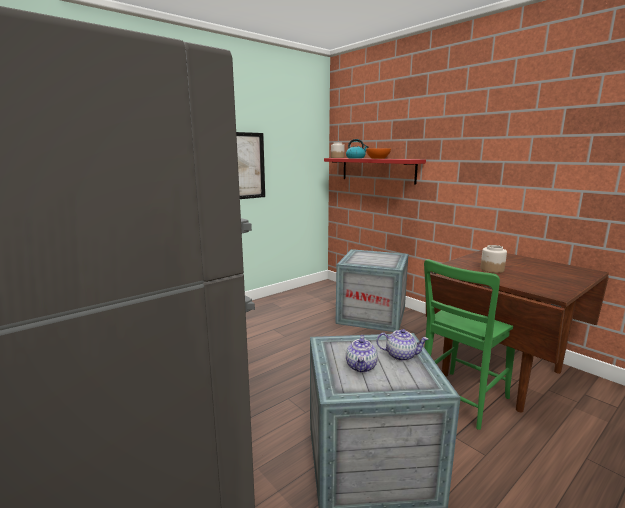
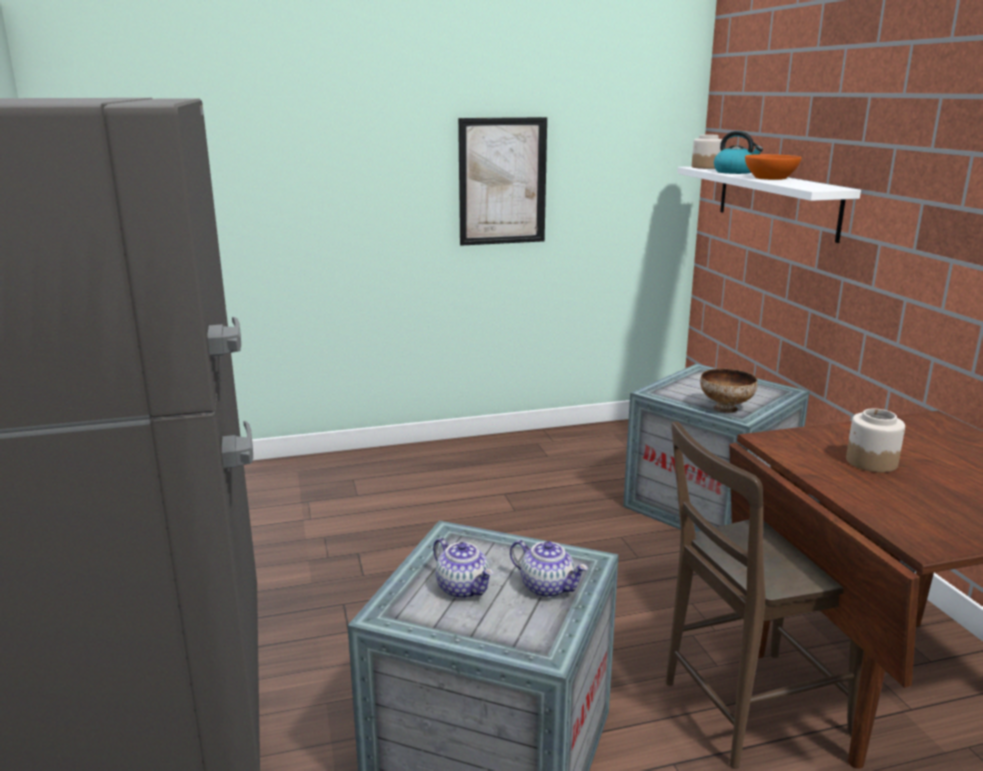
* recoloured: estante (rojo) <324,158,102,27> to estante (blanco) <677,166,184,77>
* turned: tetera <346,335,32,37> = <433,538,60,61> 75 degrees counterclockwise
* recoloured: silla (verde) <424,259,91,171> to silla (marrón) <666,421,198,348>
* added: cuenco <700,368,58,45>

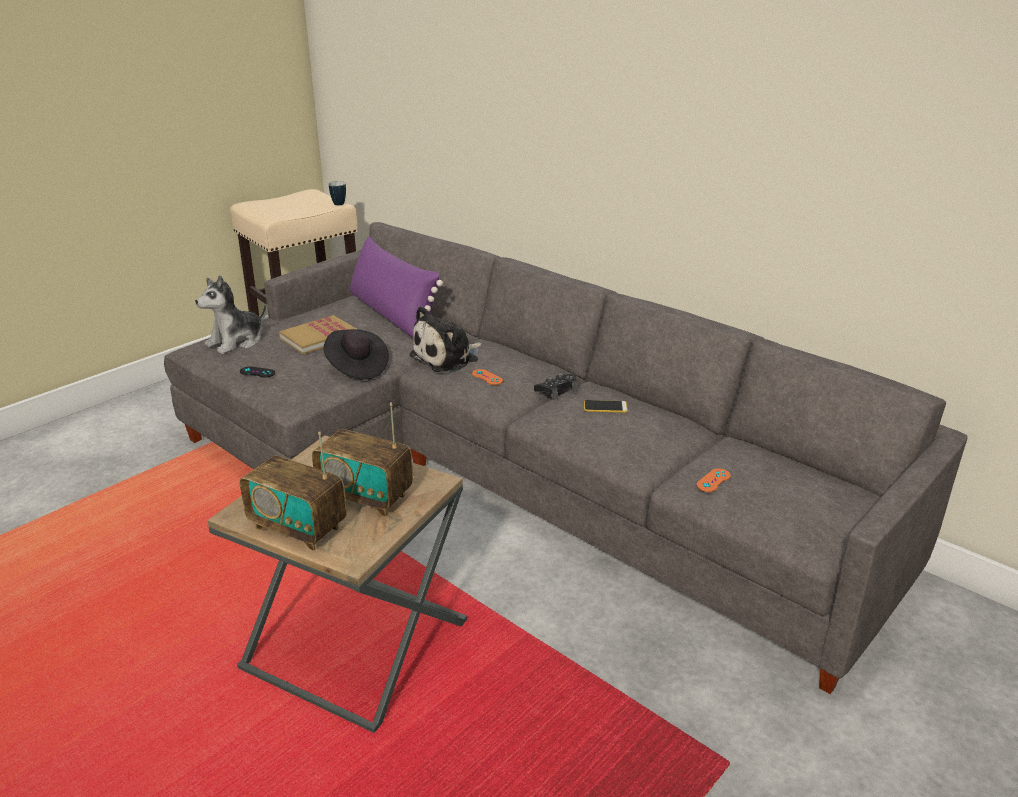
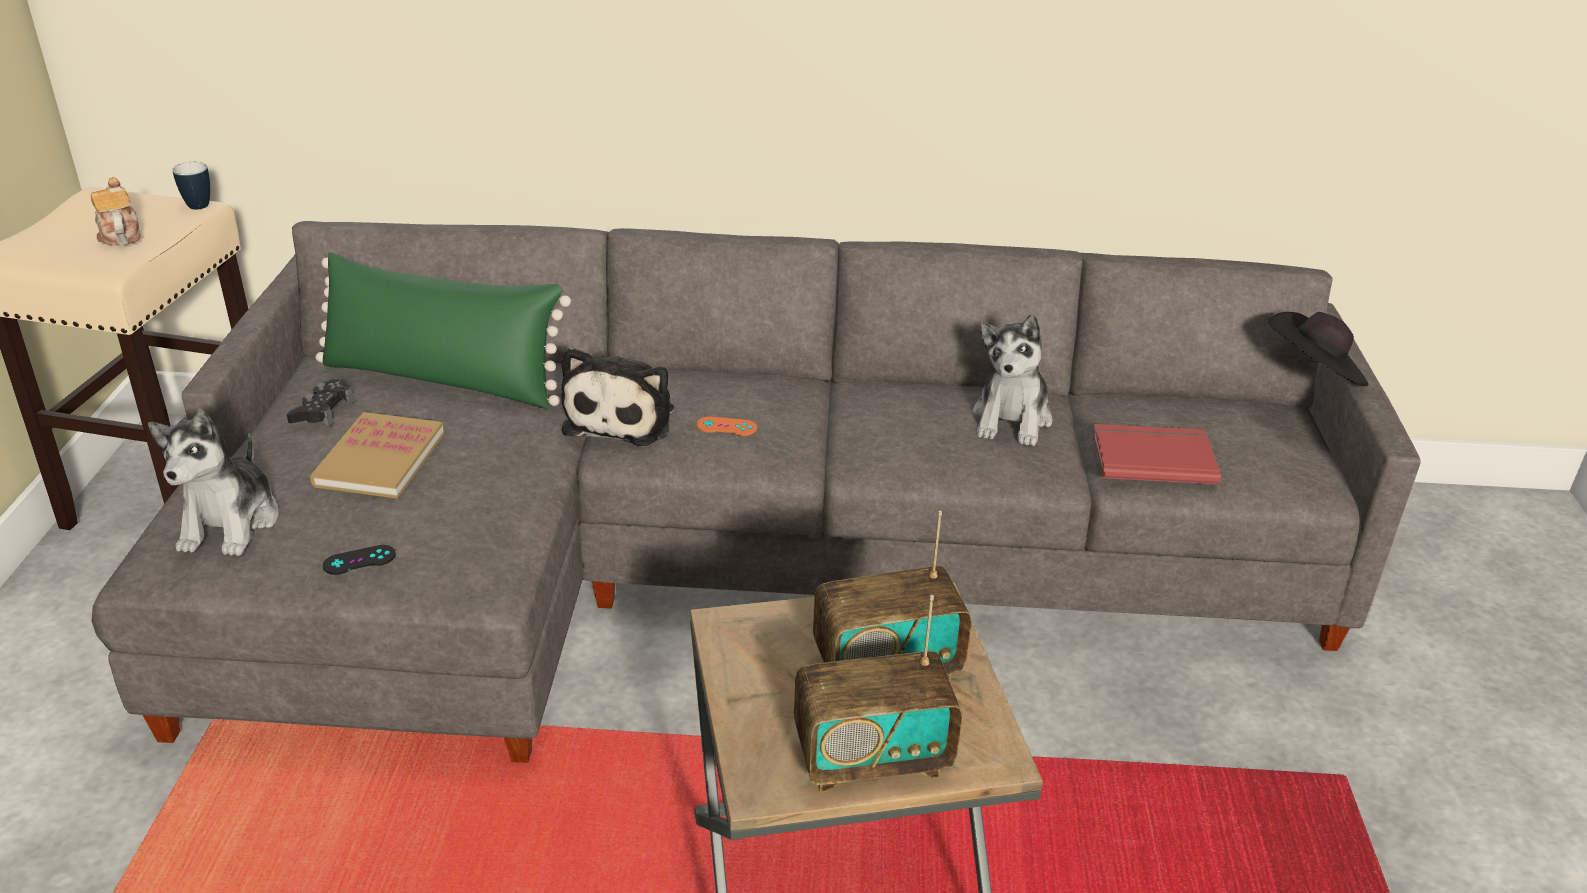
* moved: sombrero (negro) <324,329,65,51> to <1267,312,101,74>
* recoloured: cojín (morado) <350,236,93,102> to cojín (verde) <315,252,256,157>
* moved: mando de consola (negro) <534,373,44,27> to <287,379,67,48>
* removed: móvil <584,400,44,13>
* replaced: mando de consola (naranja) <696,469,35,23> to libro (rojo) <1092,424,129,60>
* added: tetera <91,177,50,69>
* added: peluche <972,314,80,133>

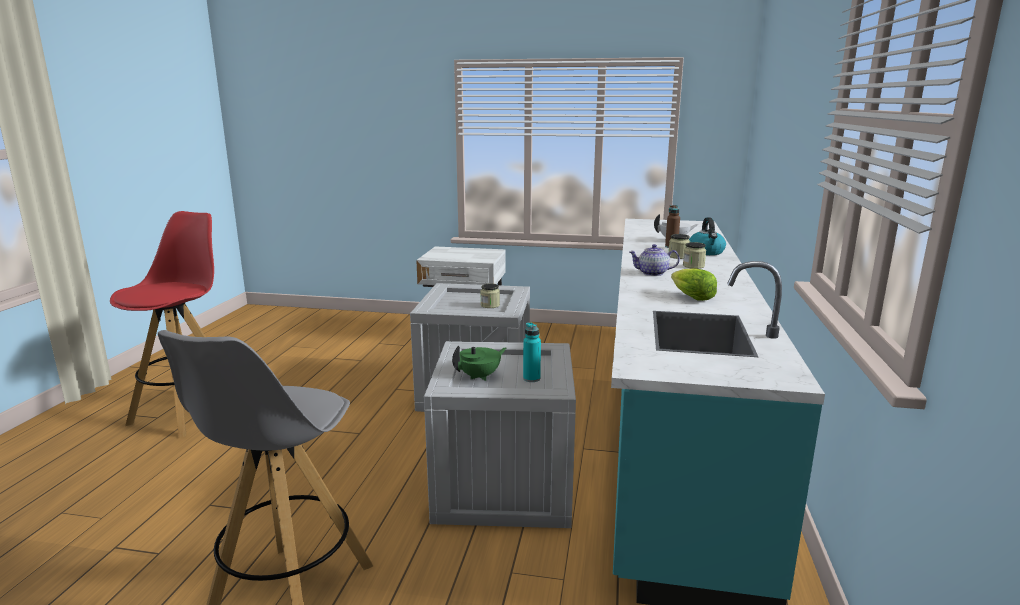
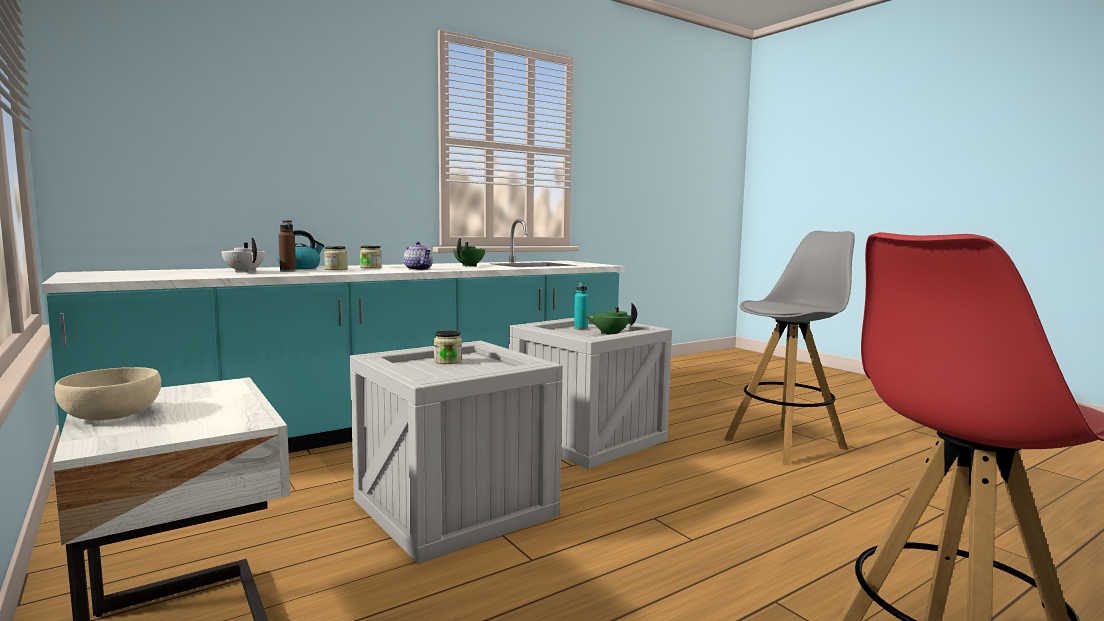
* replaced: lechuga <671,268,46,33> to tetera (verde) <453,238,32,29>
* added: cuenco (beis) <55,367,106,53>

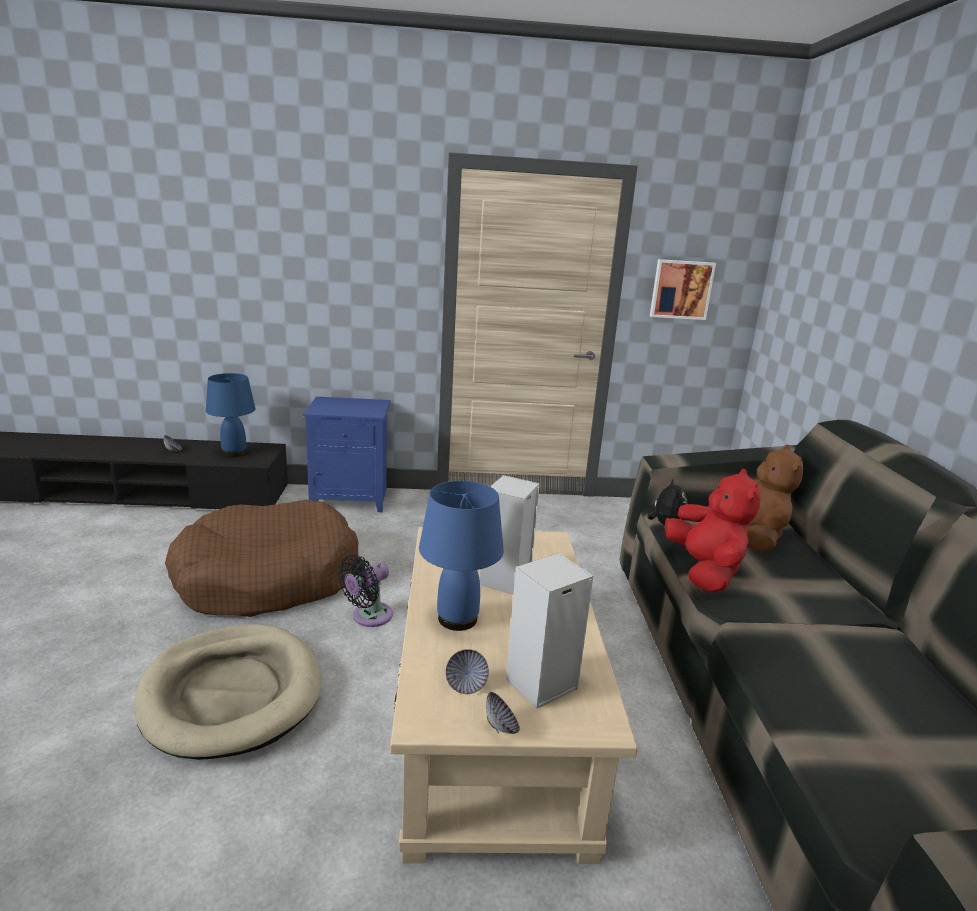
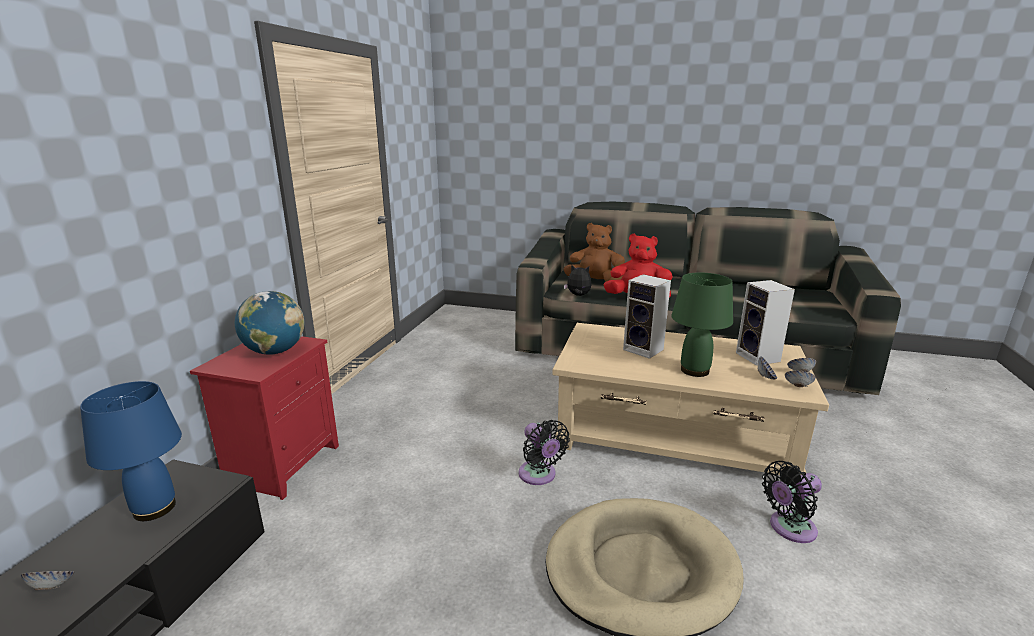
* removed: cama para perro (marrón) <165,500,194,117>
* recoloured: mesita de noche (azul) <303,397,88,115> to mesita de noche (rojo) <190,336,149,164>
* recoloured: lámpara de mesa (azul) <419,481,85,150> to lámpara de mesa (verde) <671,272,62,105>
* removed: cuadro <650,259,66,61>
* added: globo terráqueo <235,291,69,64>
* added: ventilador (negro) <762,461,60,82>
* added: cuenco <785,371,31,16>

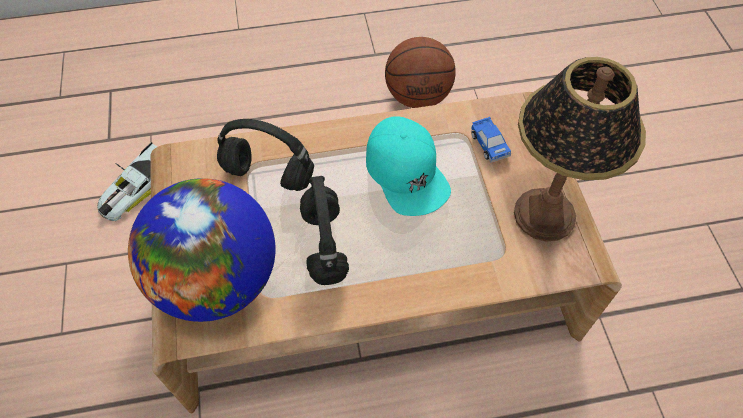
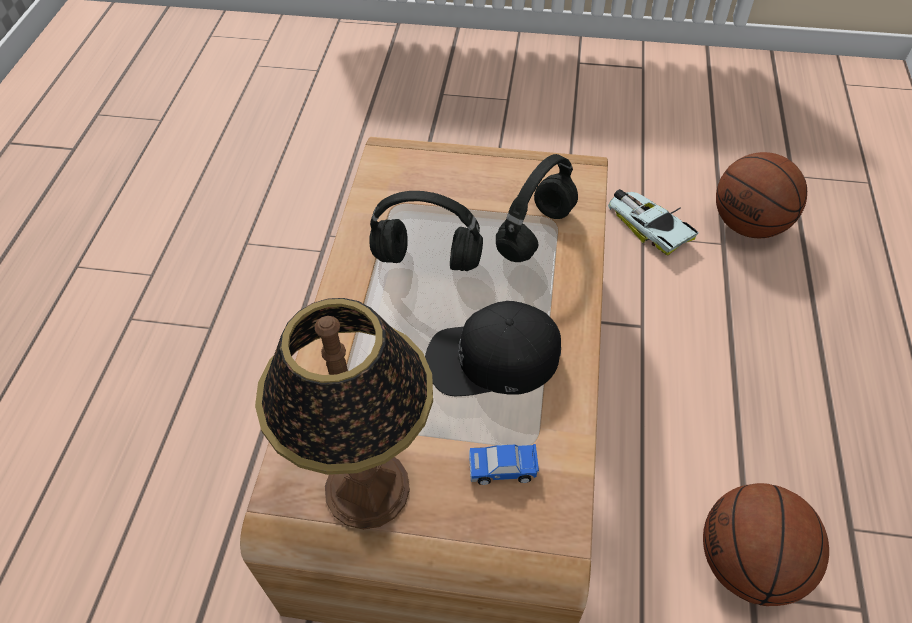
* removed: globo terráqueo <128,178,147,144>
* recoloured: gorra (turquesa) <366,116,85,100> to gorra (negro) <425,301,136,95>
* added: balón de baloncesto <716,152,91,86>

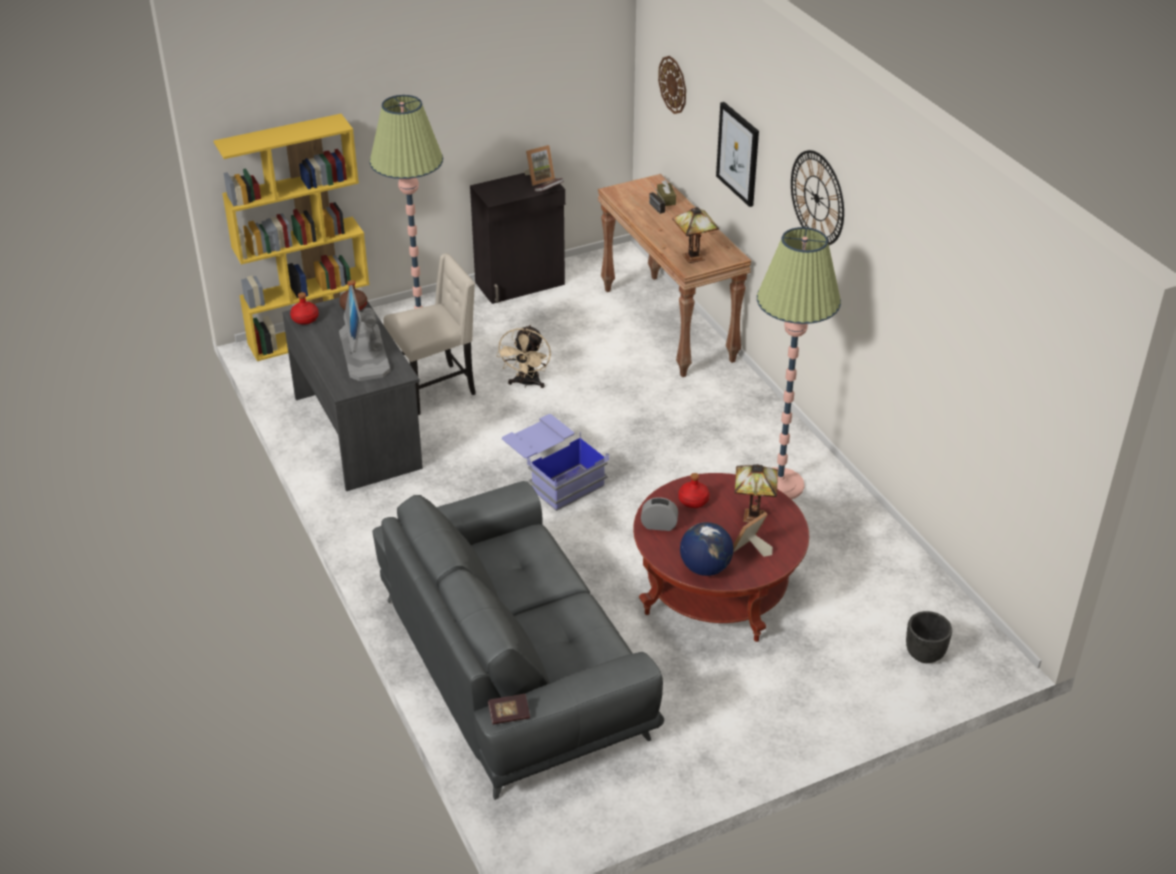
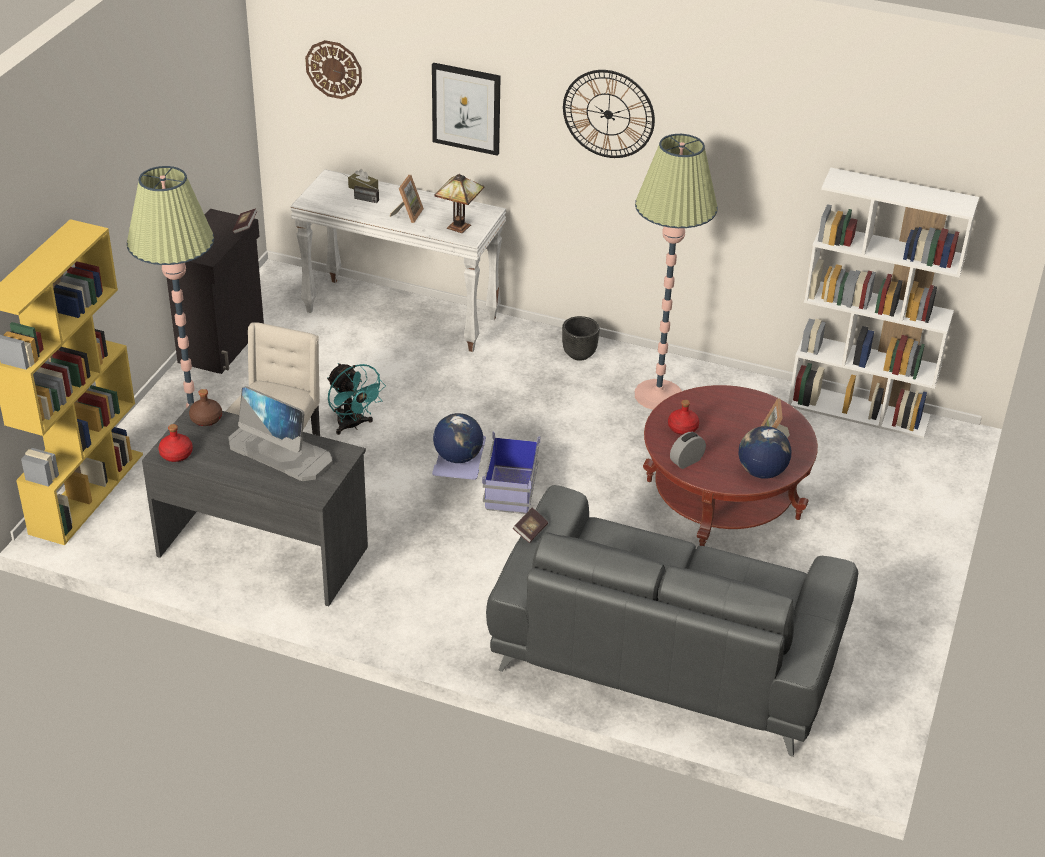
* moved: libro <488,694,42,31> to <513,508,35,35>
* recoloured: ventilador (beis) <497,325,54,63> to ventilador (turquesa) <327,363,59,72>
* moved: portarretratos <524,145,31,41> to <389,175,35,48>
* recoloured: mesa consola (marrón) <598,174,154,203> to mesa consola (blanco) <290,169,216,183>
* removed: lámpara de mesa <735,464,43,60>
* moved: maceta (negro) <906,611,46,52> to <562,316,38,45>
* added: globo terráqueo <433,413,50,50>
* added: estantería (blanco) <788,168,191,271>

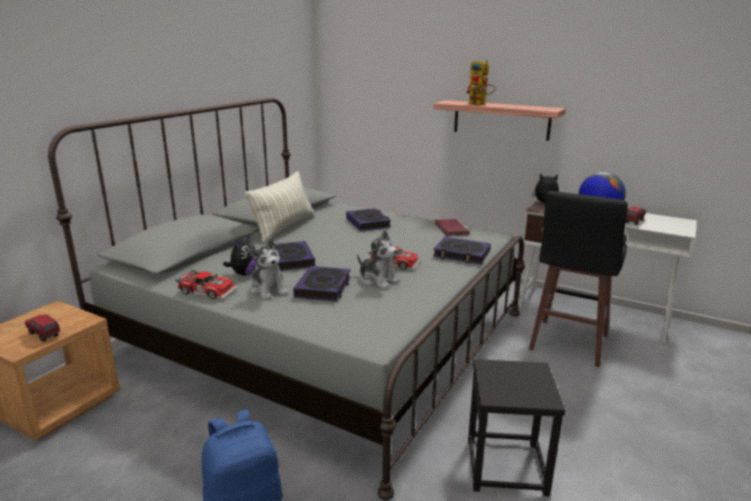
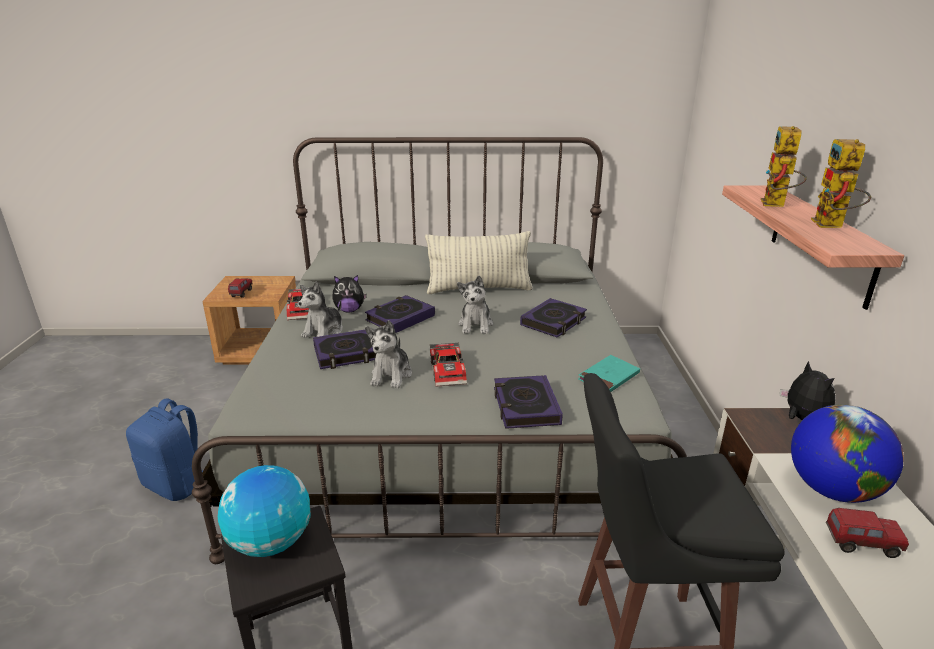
* recoloured: libro (rojo) <435,219,34,17> to libro (turquesa) <578,355,62,37>
* added: globo terráqueo <218,465,93,92>
* added: peluche <457,275,36,59>
* added: robot de juguete <811,139,60,89>

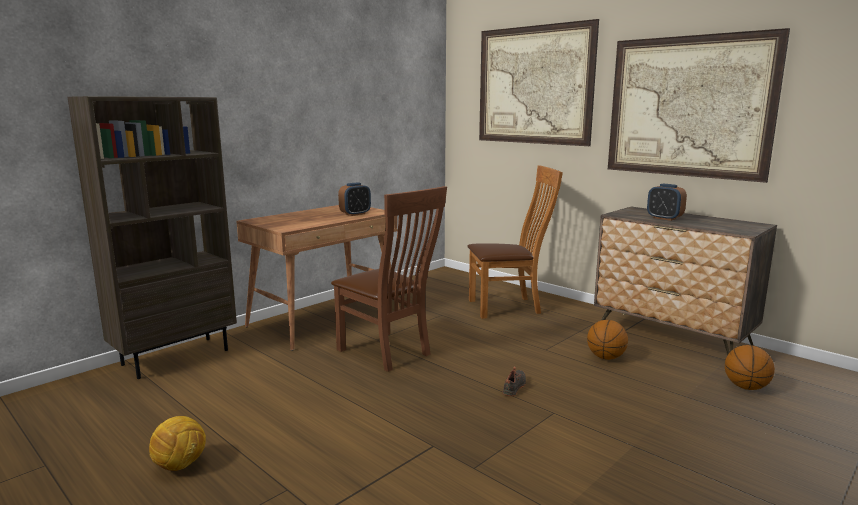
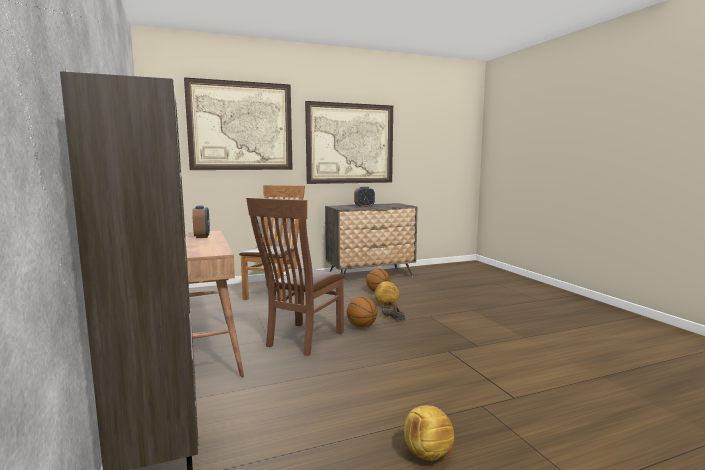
* turned: silla (marrón) <331,186,116,186> = <246,197,99,159> 135 degrees clockwise
* moved: balón de baloncesto <725,345,50,45> to <347,297,30,31>
* added: balón de fútbol <375,281,24,25>

